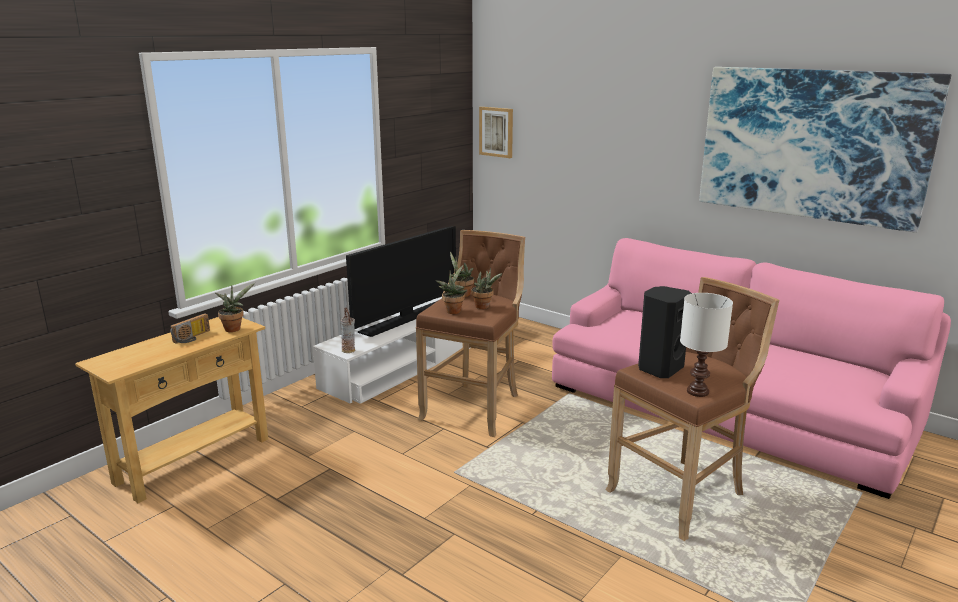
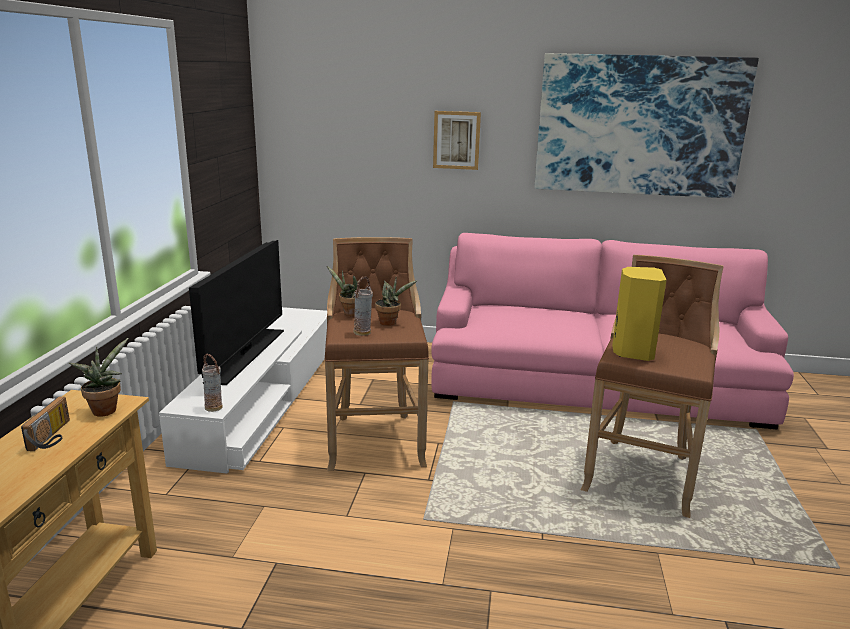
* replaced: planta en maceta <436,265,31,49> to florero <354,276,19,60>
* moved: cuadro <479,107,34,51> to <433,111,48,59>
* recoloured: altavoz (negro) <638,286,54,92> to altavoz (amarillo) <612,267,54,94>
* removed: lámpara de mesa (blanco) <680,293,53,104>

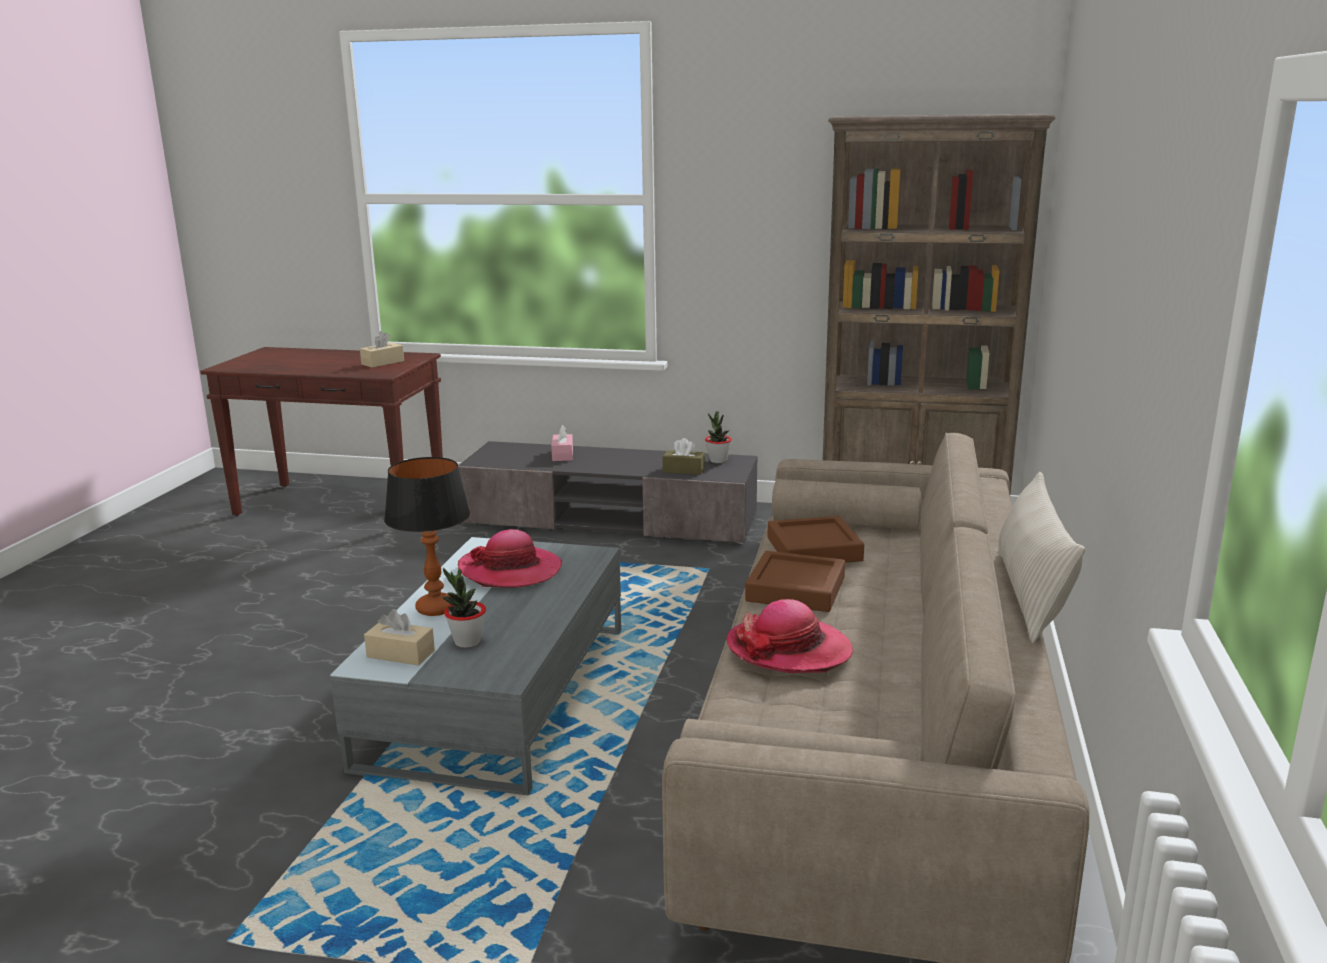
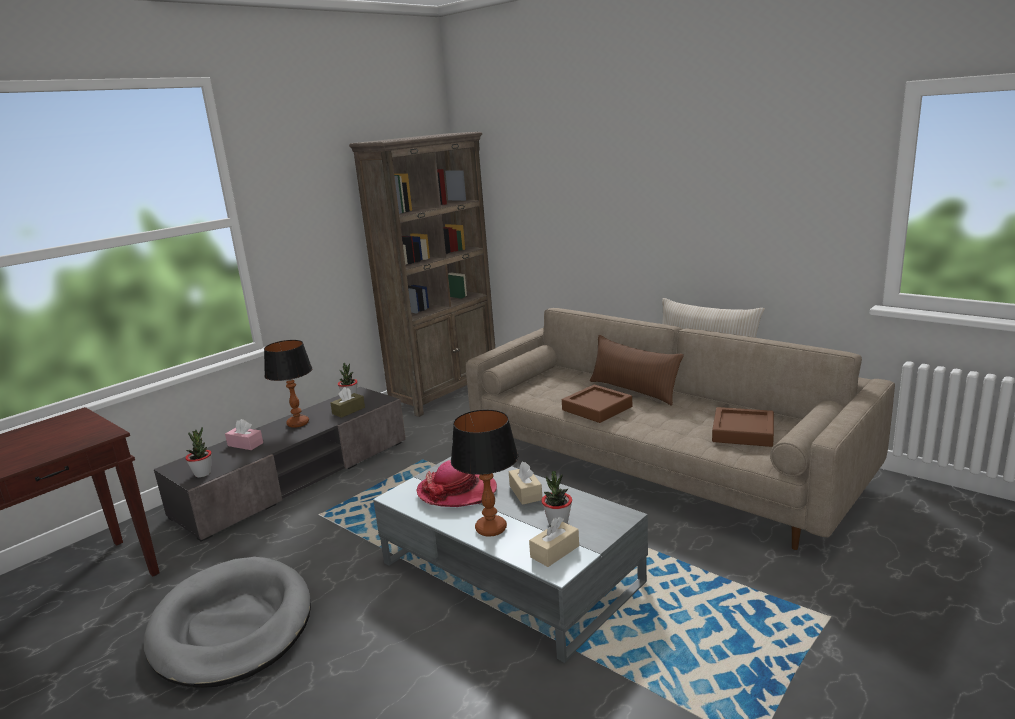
* moved: caja de pañuelos (beis) <360,331,44,37> to <509,462,33,43>
* removed: sombrero <726,599,127,74>
* moved: bandeja (marrón) <767,516,97,47> to <712,407,62,40>
* added: cama para perro (gris) <144,557,167,131>
* added: planta en maceta <185,427,27,50>
* added: lámpara de mesa <264,340,48,88>
* added: cojín (marrón) <590,335,94,71>

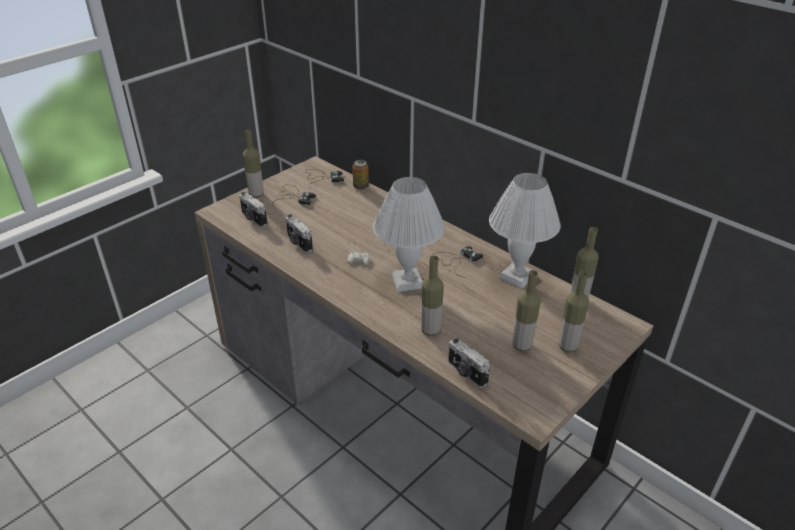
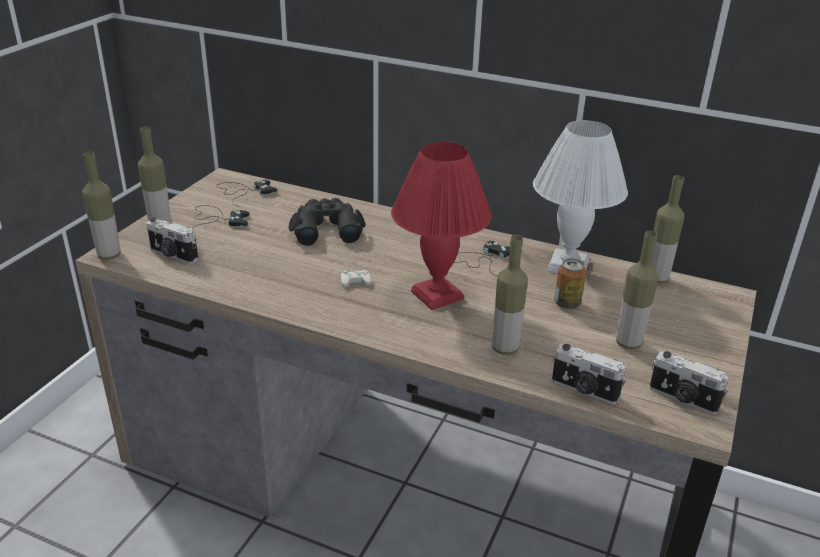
* moved: cámara <286,214,27,39> to <649,351,79,63>
* moved: lata <352,160,17,30> to <554,258,32,51>
* recoloured: lámpara de mesa (blanco) <373,177,72,115> to lámpara de mesa (rojo) <391,142,101,168>
* moved: botella <559,271,30,81> to <82,152,39,108>
* added: prismáticos (negro) <289,198,77,48>

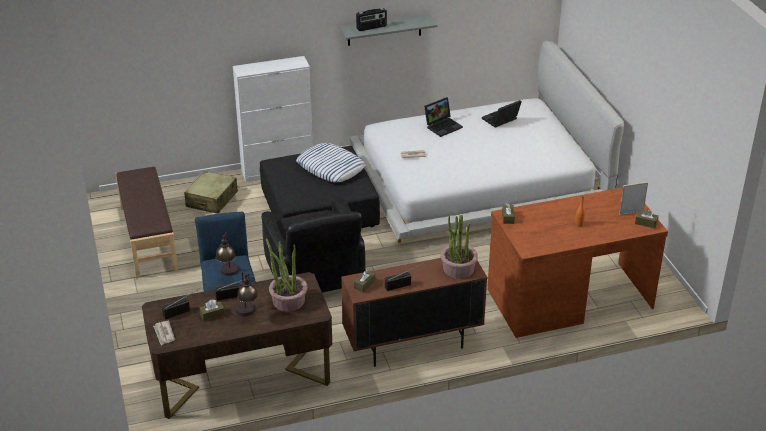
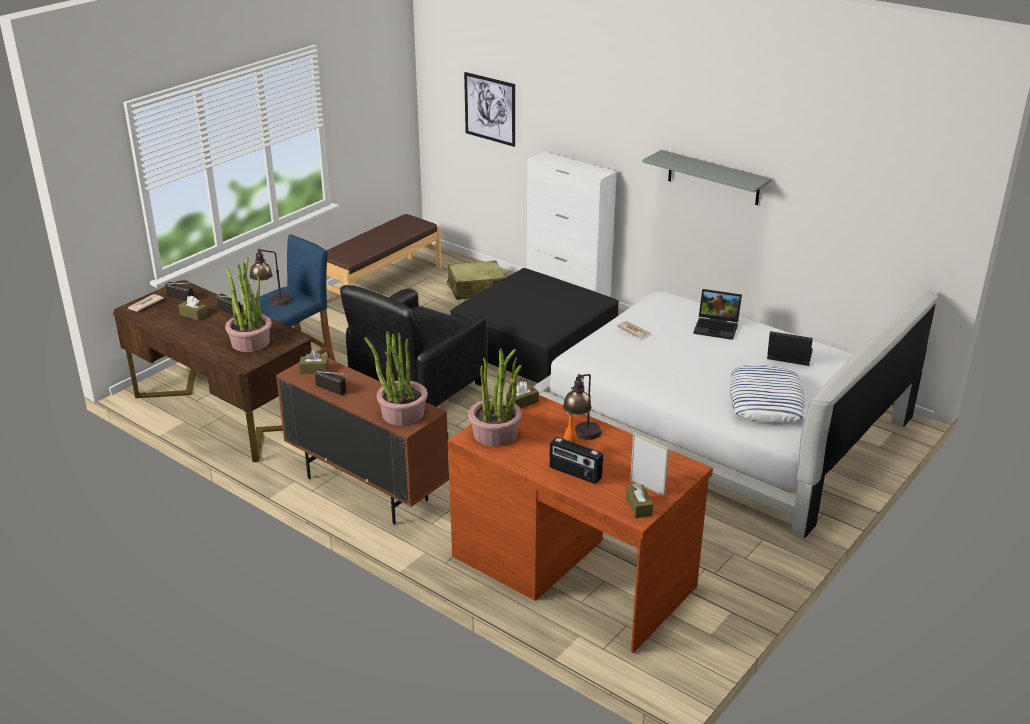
* moved: lámpara de mesa <236,271,22,45> to <563,374,39,66>
* moved: cojín <296,143,69,40> to <730,365,74,58>
* moved: radio <356,8,31,23> to <549,437,54,47>
* added: cuadro <464,72,51,75>
* added: planta en maceta <468,348,54,99>

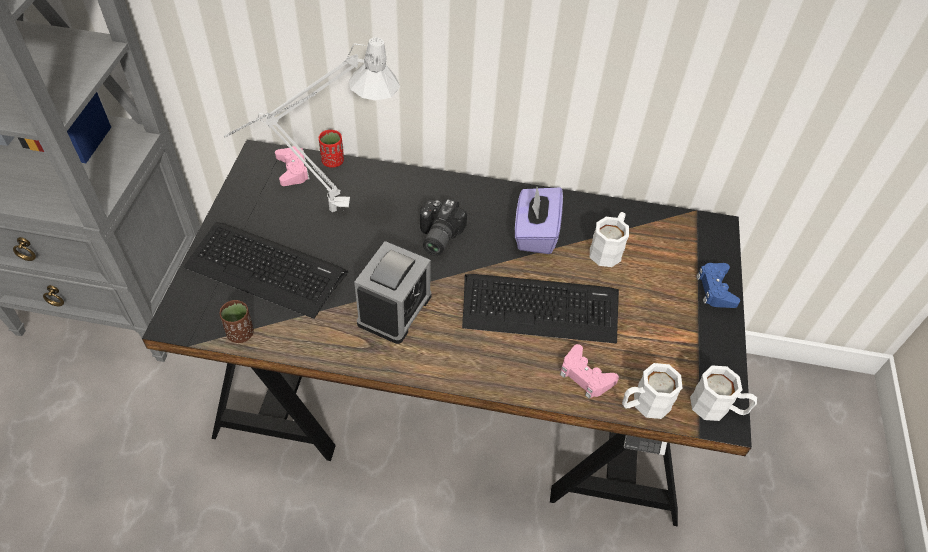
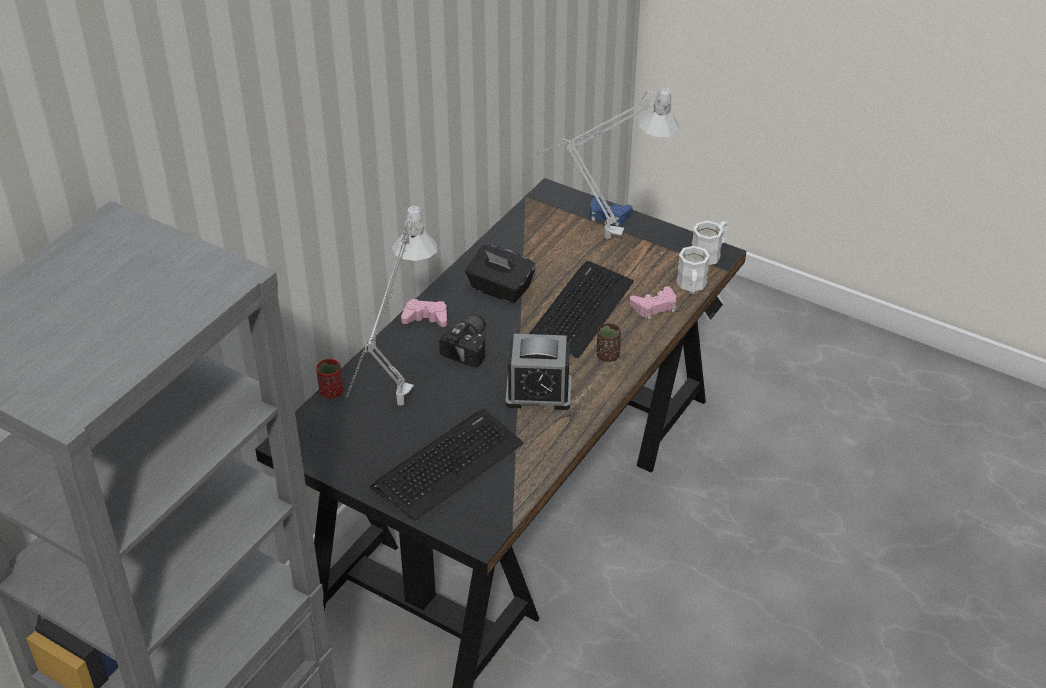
* moved: taza (marrón) <220,300,34,43> to <597,323,24,39>
* moved: mando de consola (rosa) <275,146,35,40> to <401,299,46,28>
* turned: despertador <354,241,77,103> = <505,334,66,76> 135 degrees clockwise
* turned: cámara <420,198,47,58> = <439,314,47,53> 105 degrees counterclockwise
* recoloured: caja de pañuelos (morado) <515,187,48,67> to caja de pañuelos (negro) <465,245,71,58>
* removed: taza grande (blanco) <590,212,39,55>
* added: lámpara de mesa (gris) <531,88,148,151>

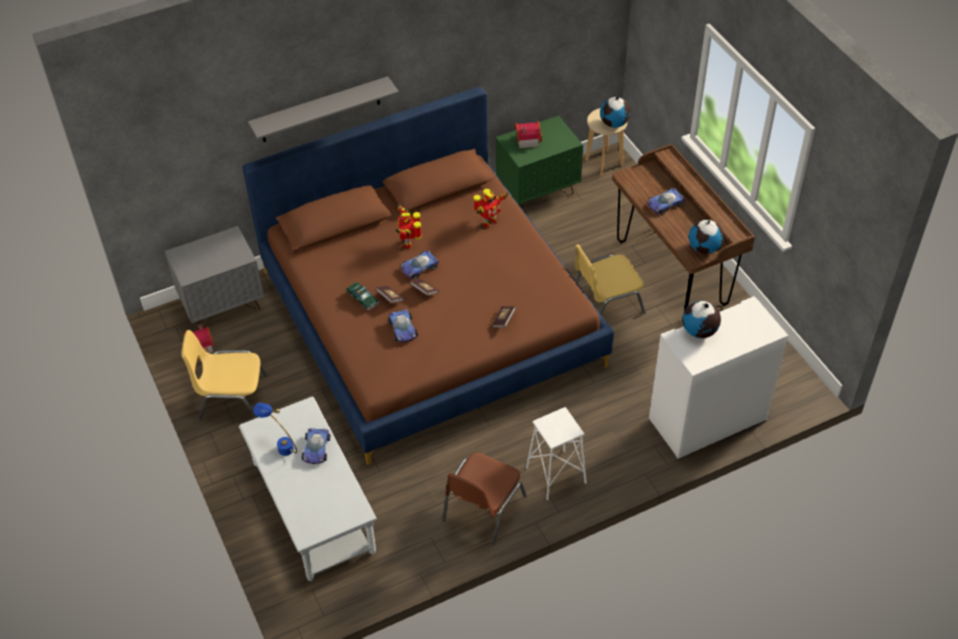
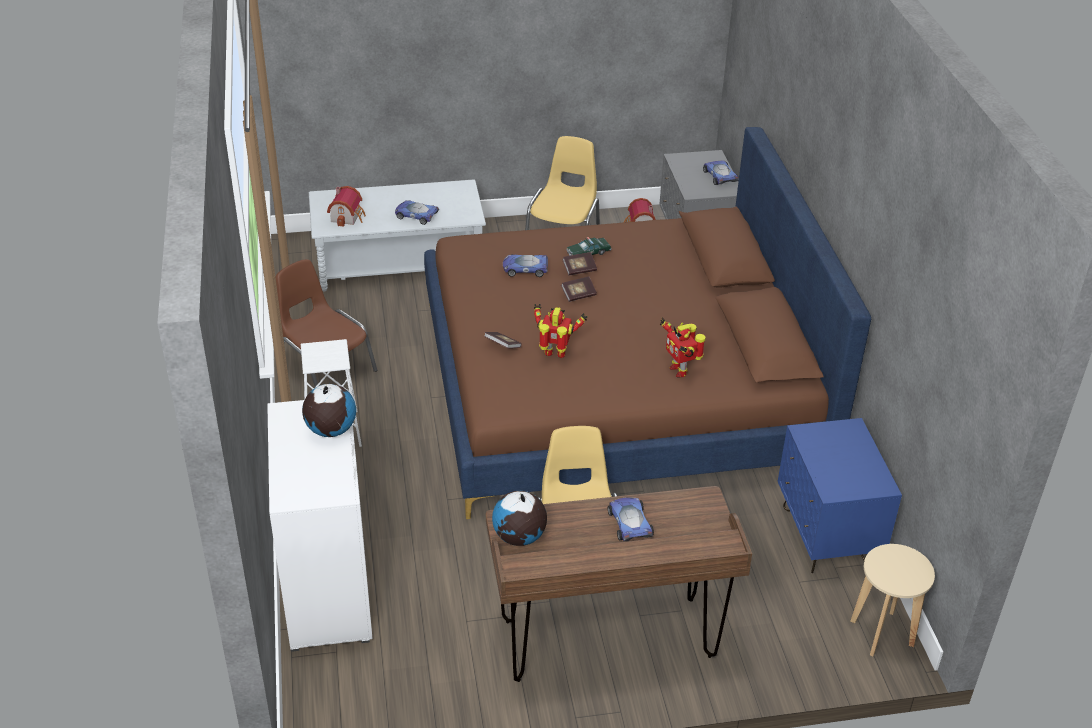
* removed: estante (gris) <248,76,151,66>
* removed: lámpara de mesa (azul) <253,403,44,53>
* moved: robot de juguete <395,203,27,46> to <534,304,54,54>
* moved: coche de juguete <401,250,38,29> to <703,160,36,25>
* recoloured: mesita de noche (verde) <496,115,87,96> to mesita de noche (azul) <778,418,124,155>
* moved: casita <515,121,27,27> to <327,186,39,41>
* removed: globo terráqueo <600,96,31,32>

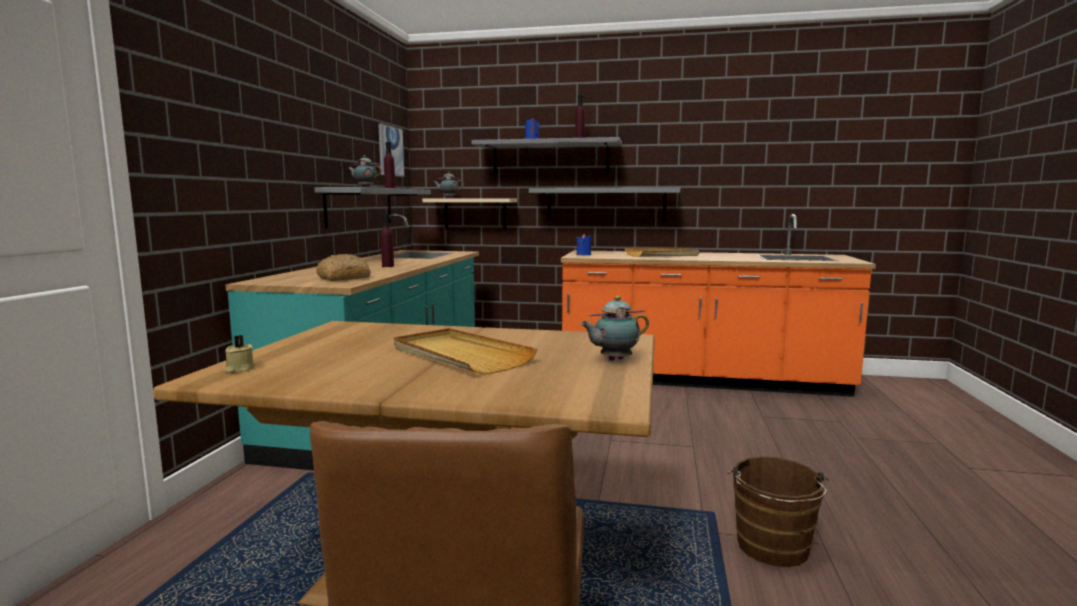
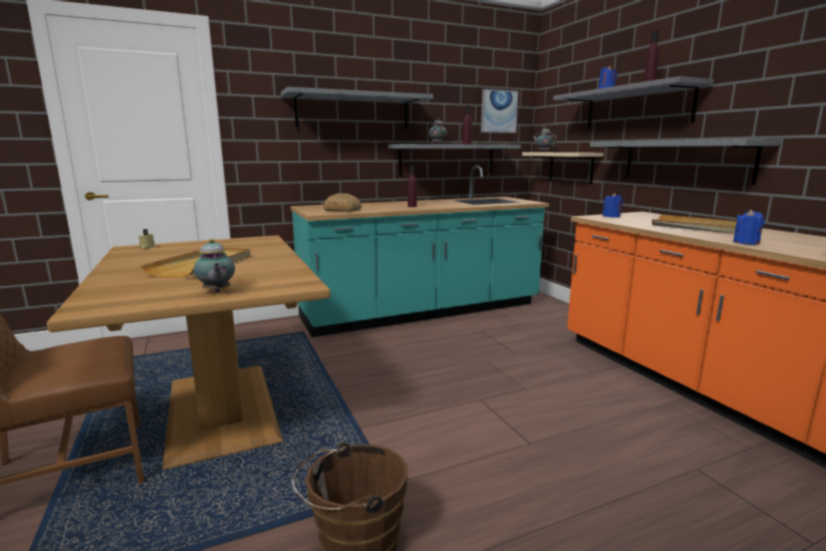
* turned: tetera <580,296,69,65> = <194,239,41,54> 150 degrees counterclockwise
* added: estante (gris) <281,87,152,42>
* added: vela (azul) <733,209,32,36>

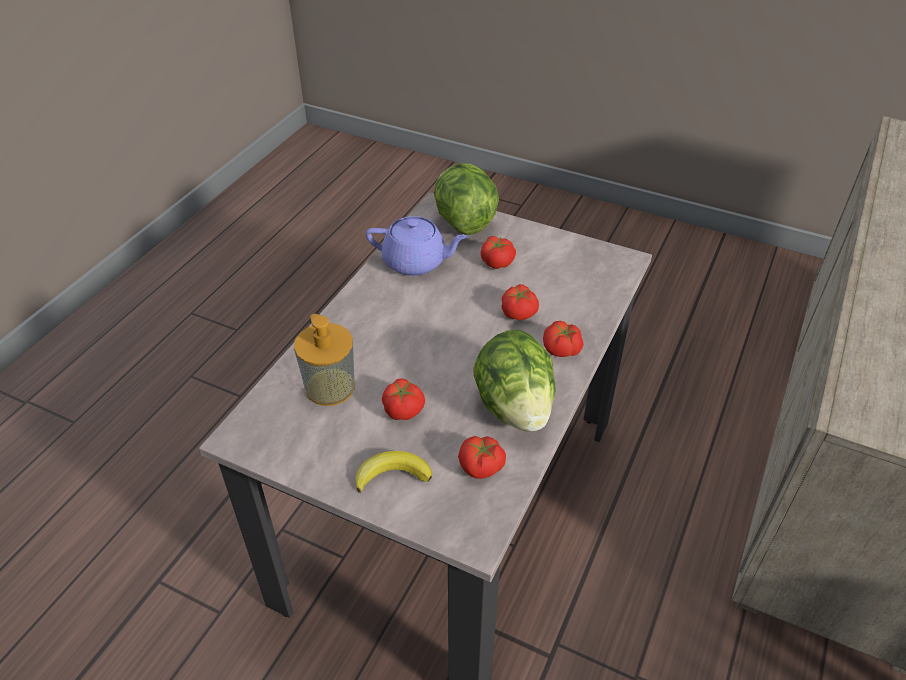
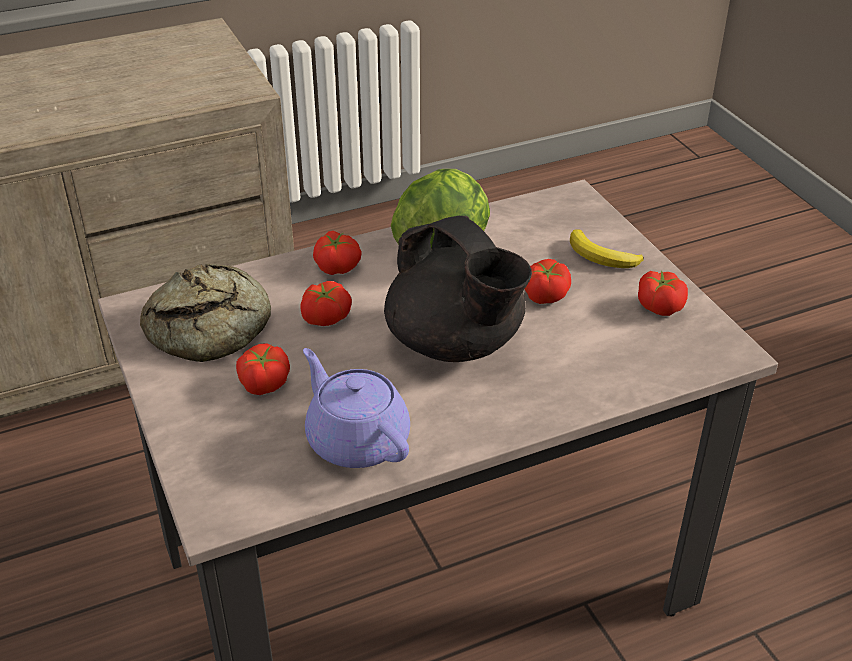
* removed: dispensador de jabón <294,314,61,92>
* removed: lechuga <434,163,65,72>
* moved: tomate <458,436,48,43> to <638,270,50,46>
* added: pan <140,264,131,98>
* added: tetera (negro) <384,216,148,146>

